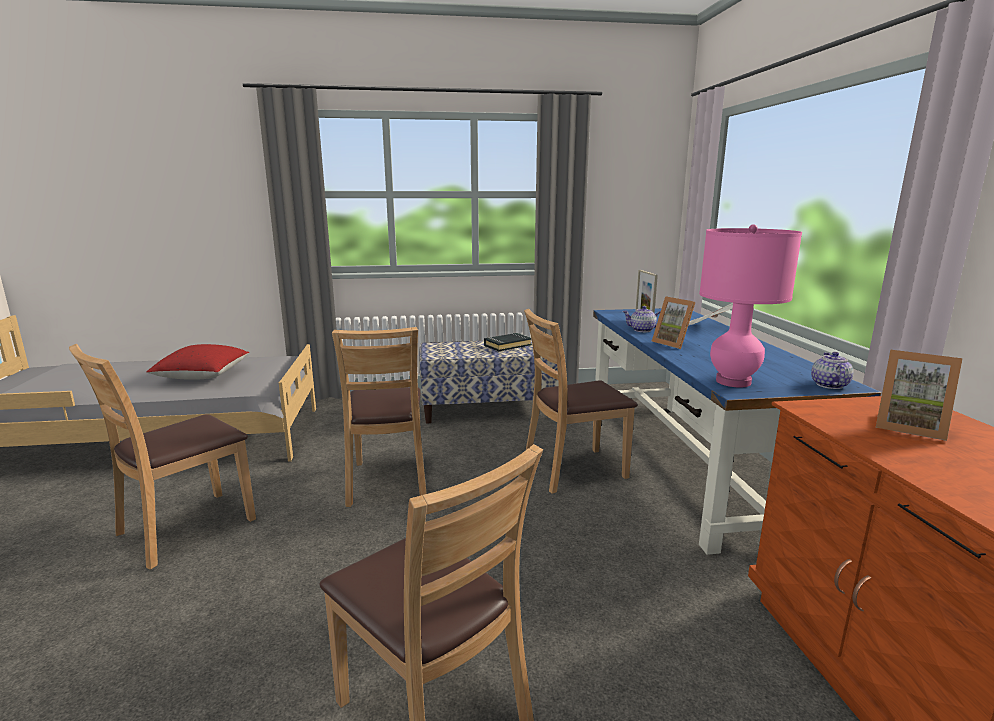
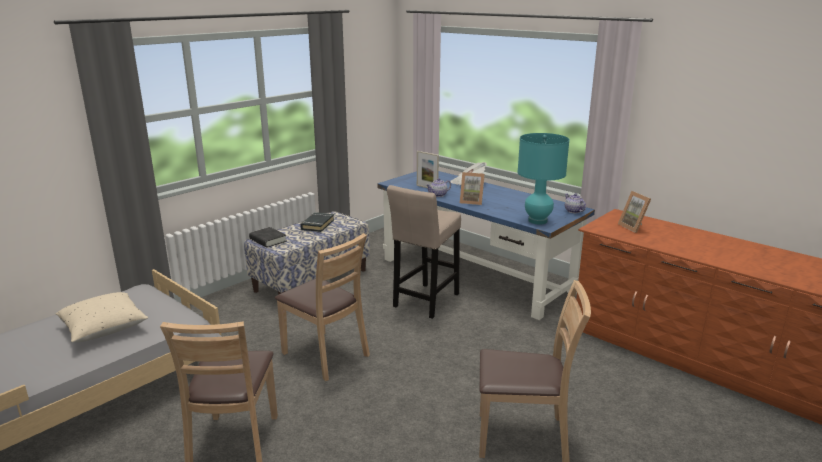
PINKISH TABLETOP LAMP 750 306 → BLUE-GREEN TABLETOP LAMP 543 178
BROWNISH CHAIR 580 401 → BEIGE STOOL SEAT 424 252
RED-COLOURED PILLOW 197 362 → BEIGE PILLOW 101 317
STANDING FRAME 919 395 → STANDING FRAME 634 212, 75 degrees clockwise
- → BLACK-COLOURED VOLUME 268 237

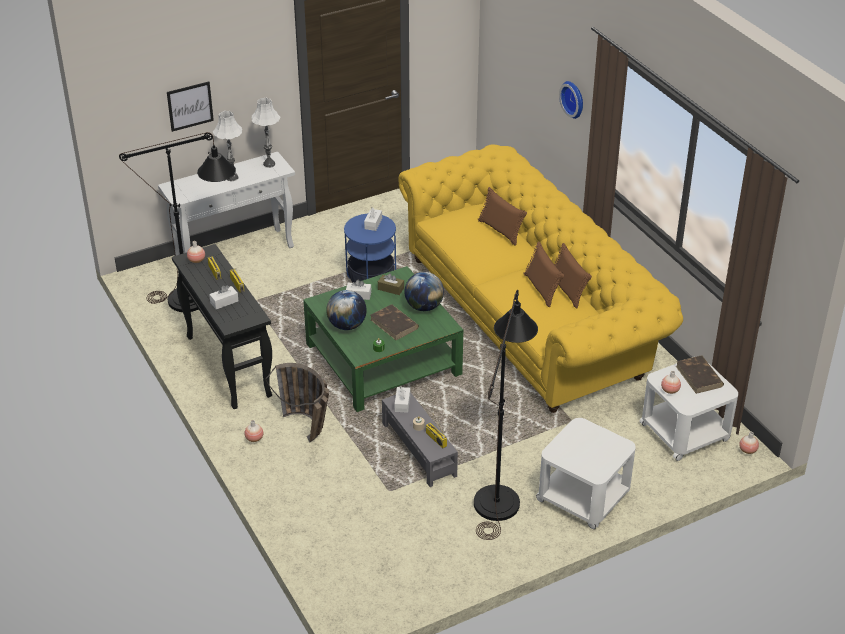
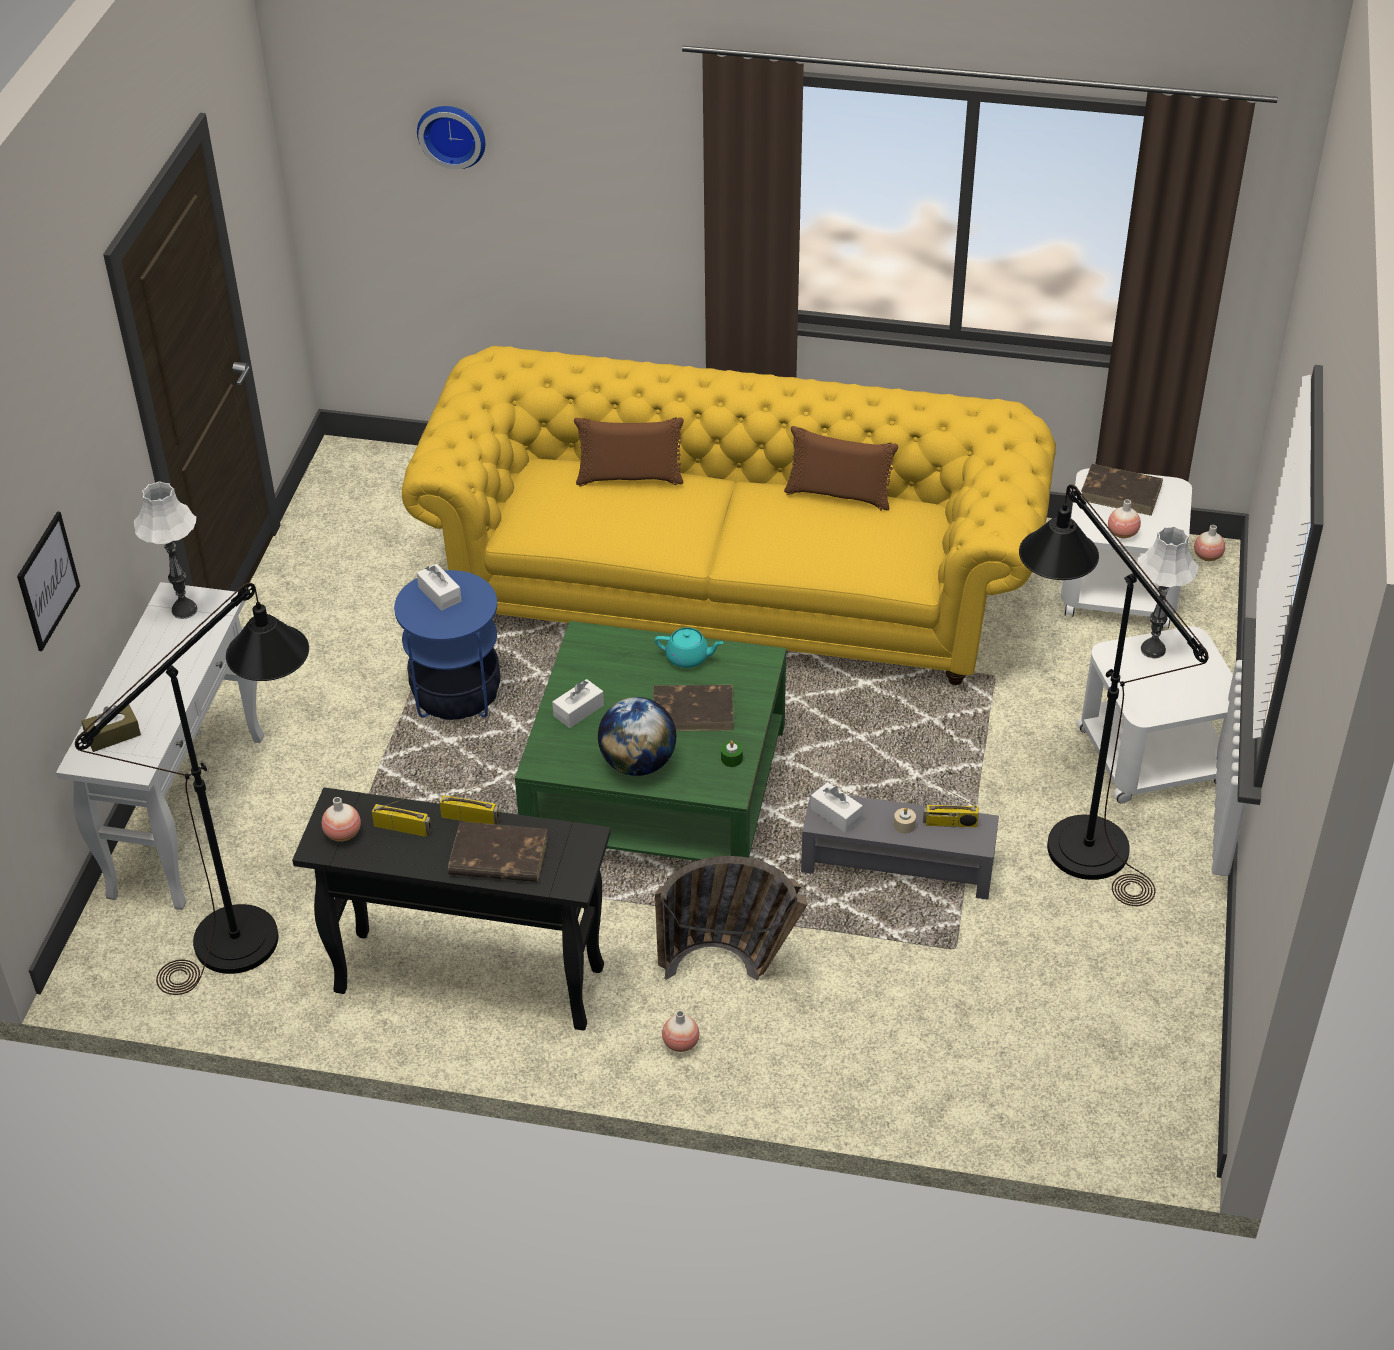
CLOCK ON THE WALL 571 100 → CLOCK ON THE WALL 451 137, moved
WHITE TABLETOP LAMP 227 146 → WHITE TABLETOP LAMP 1168 592, moved
BROWNISH PILLOW 543 274 → -
DESK GLOBE 424 291 → BLUE-GREEN TEAPOT 689 647
BROWNISH TISSUE BOX 391 284 → BROWNISH TISSUE BOX 111 728, moved
WHITE TISSUE BOX 224 297 → BROWNISH VOLUME 498 851

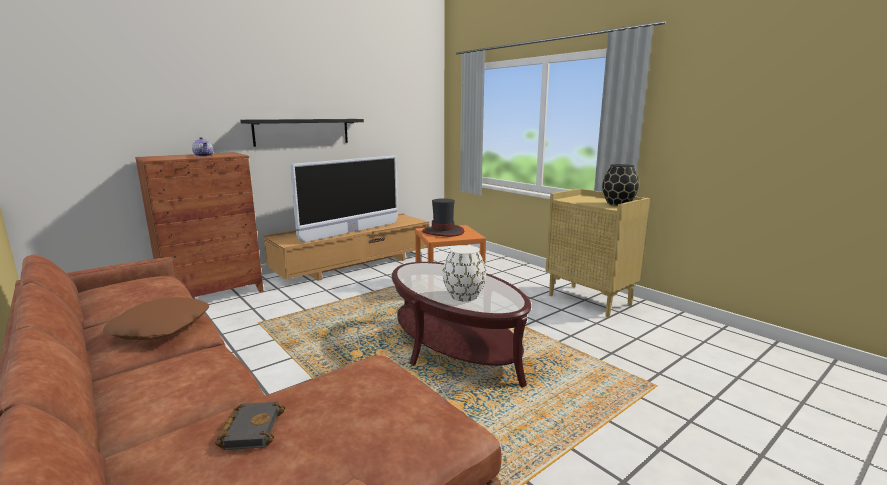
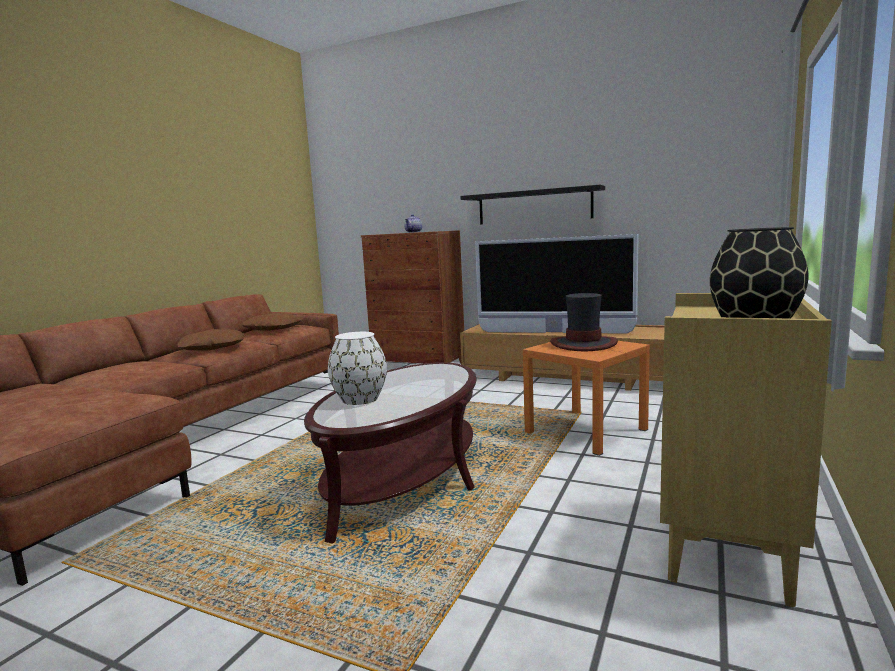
BLACK-COLOURED VOLUME 250 426 → -
- → BROWNISH PILLOW 272 322

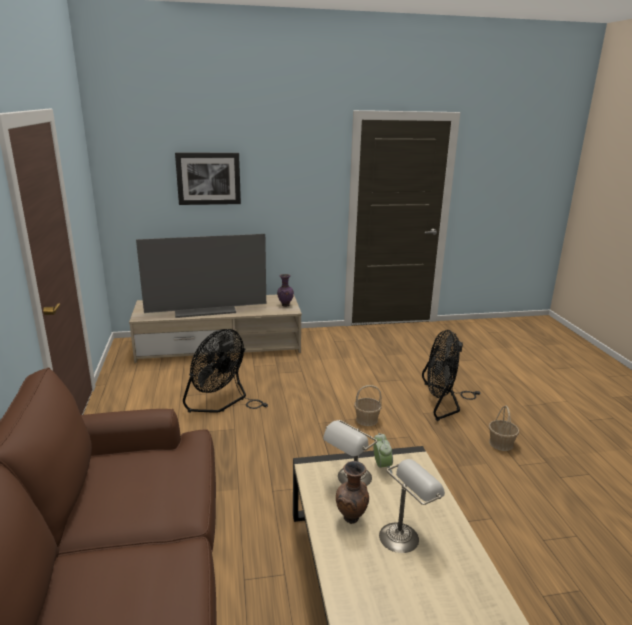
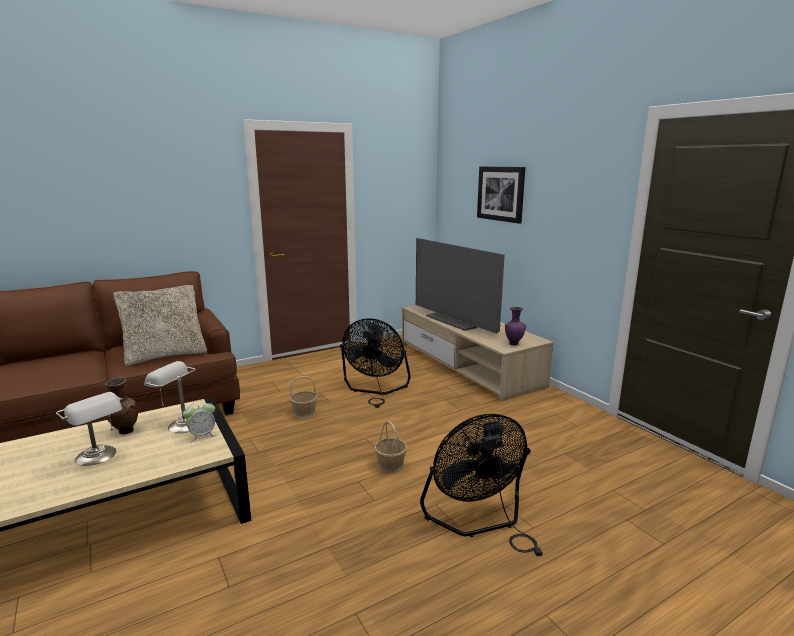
BASKET 504 428 → BASKET 303 397, moved
- → BEIGE PILLOW 160 325

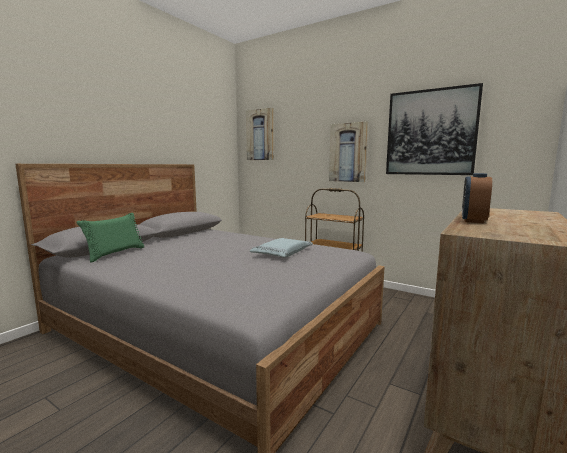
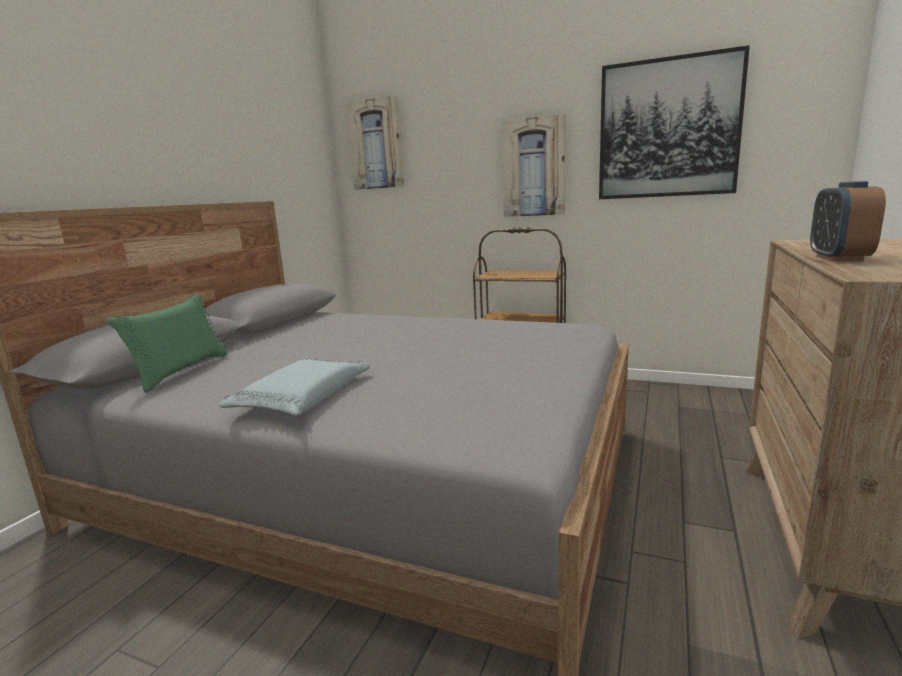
BLUISH PILLOW 281 248 → BLUISH PILLOW 294 387, moved

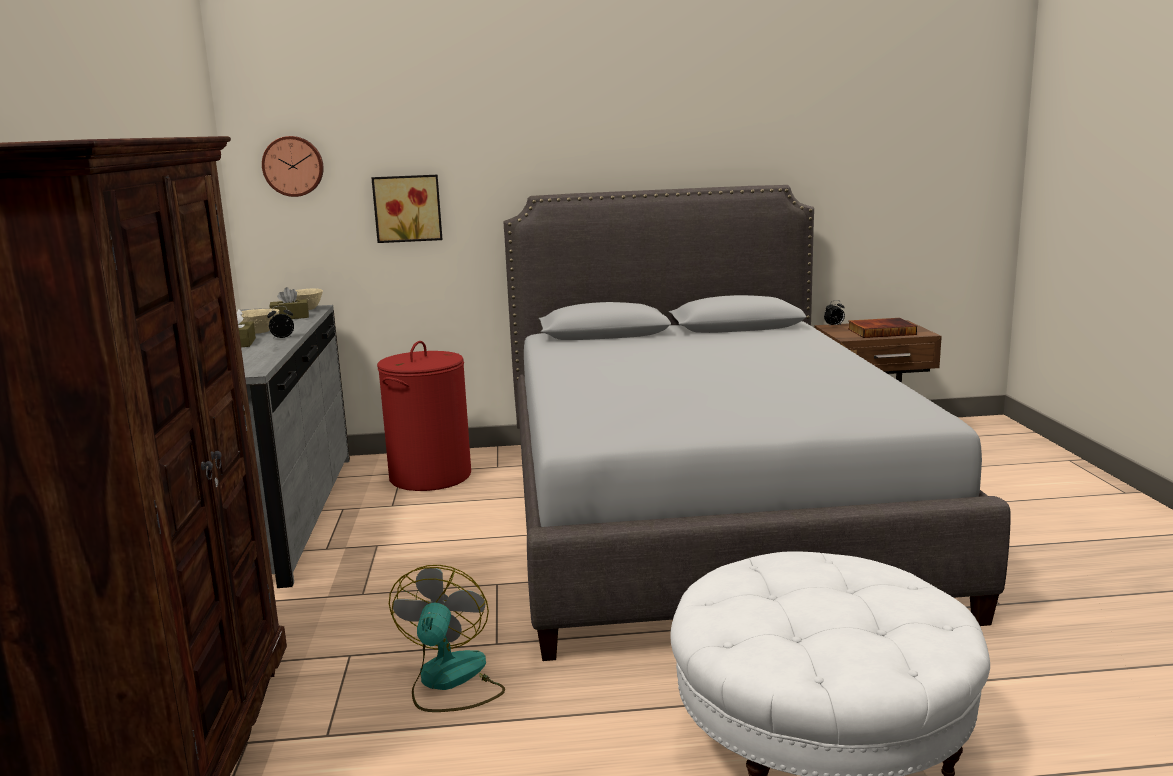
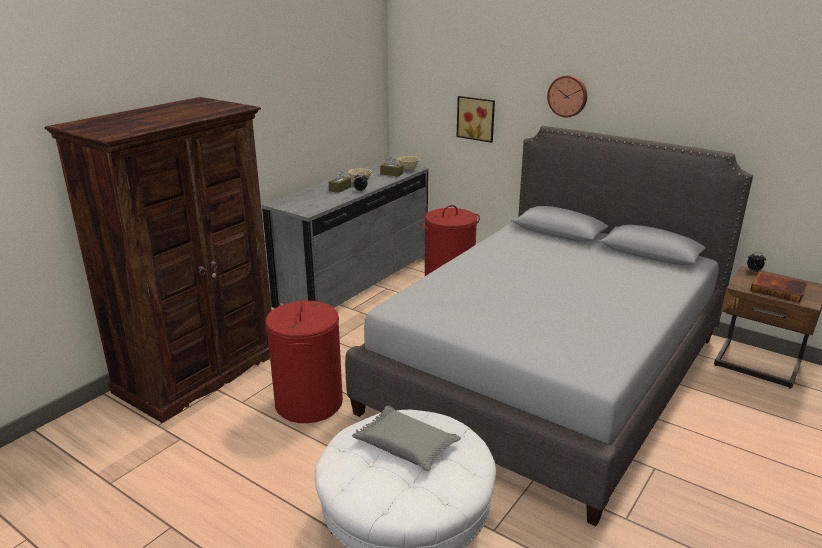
CLOCK ON THE WALL 293 166 → CLOCK ON THE WALL 567 96, moved
COOLING FAN 447 638 → RED-COLOURED HAMPER 304 361
- → GRAY PILLOW 406 438

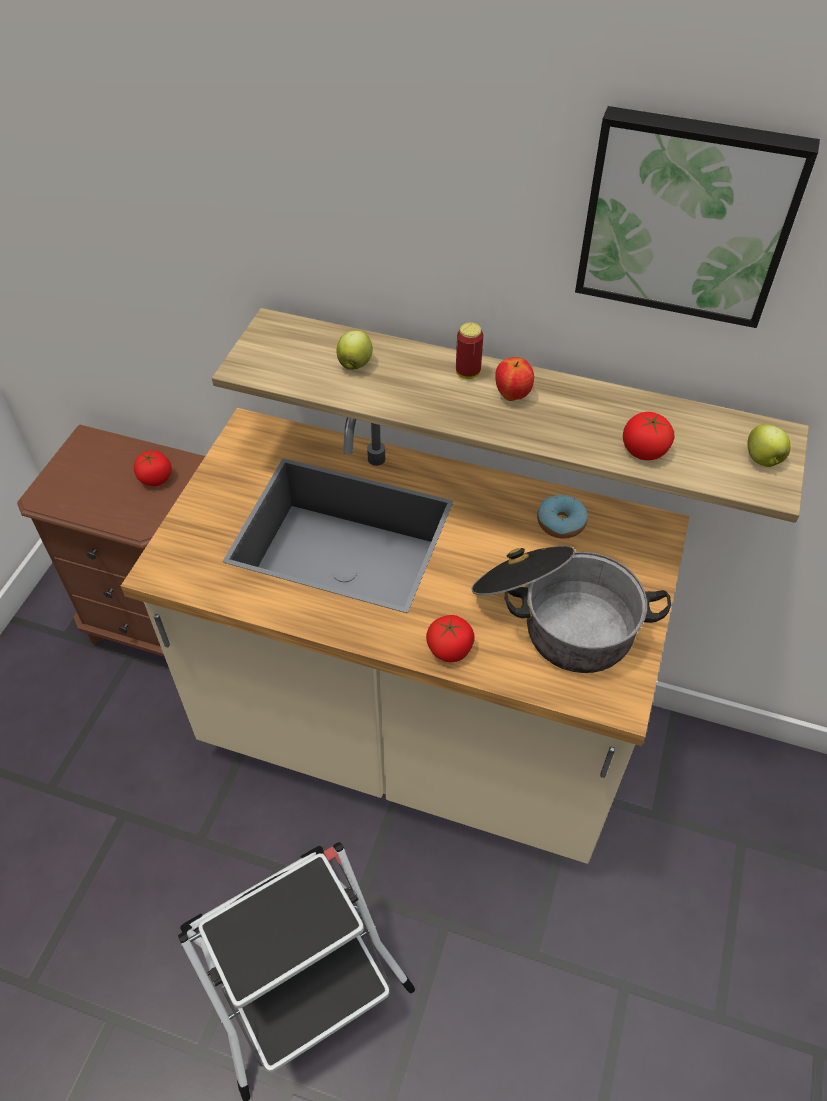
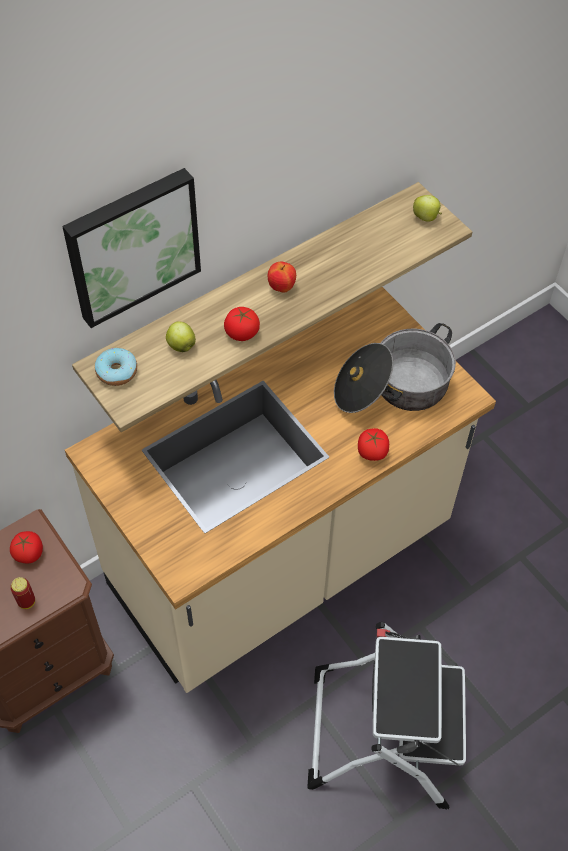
WALL PICTURE 697 217 → WALL PICTURE 131 248, moved
CAN 469 350 → CAN 22 593, moved
WHOLE TOMATO 648 436 → WHOLE TOMATO 242 324, moved
DOUGHNUT 562 516 → DOUGHNUT 116 367, moved

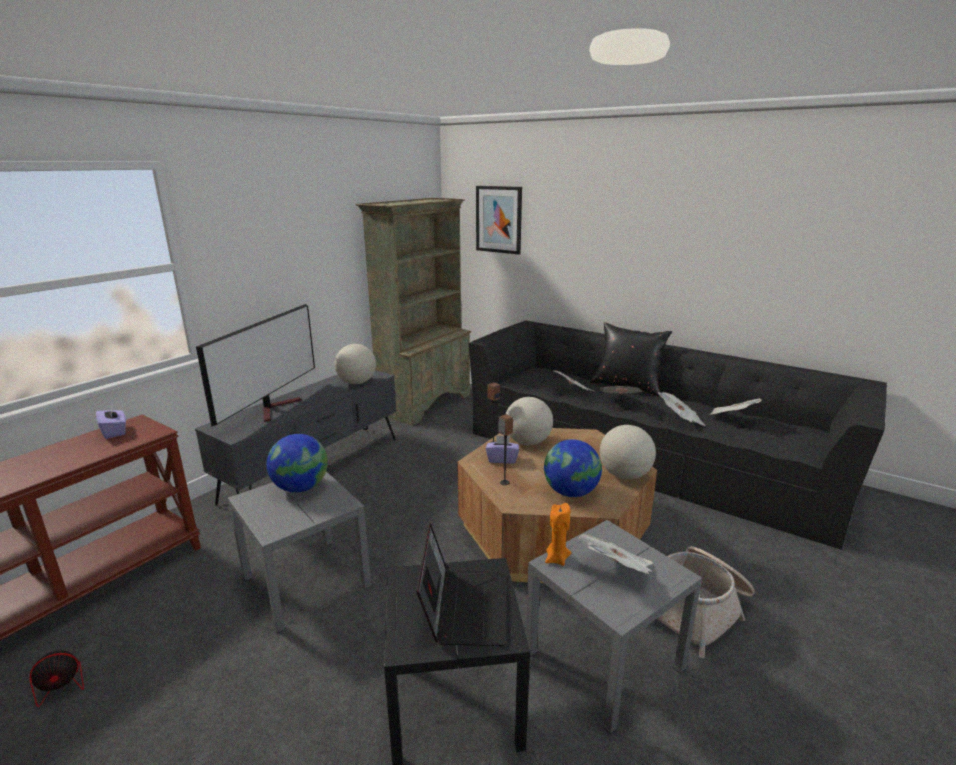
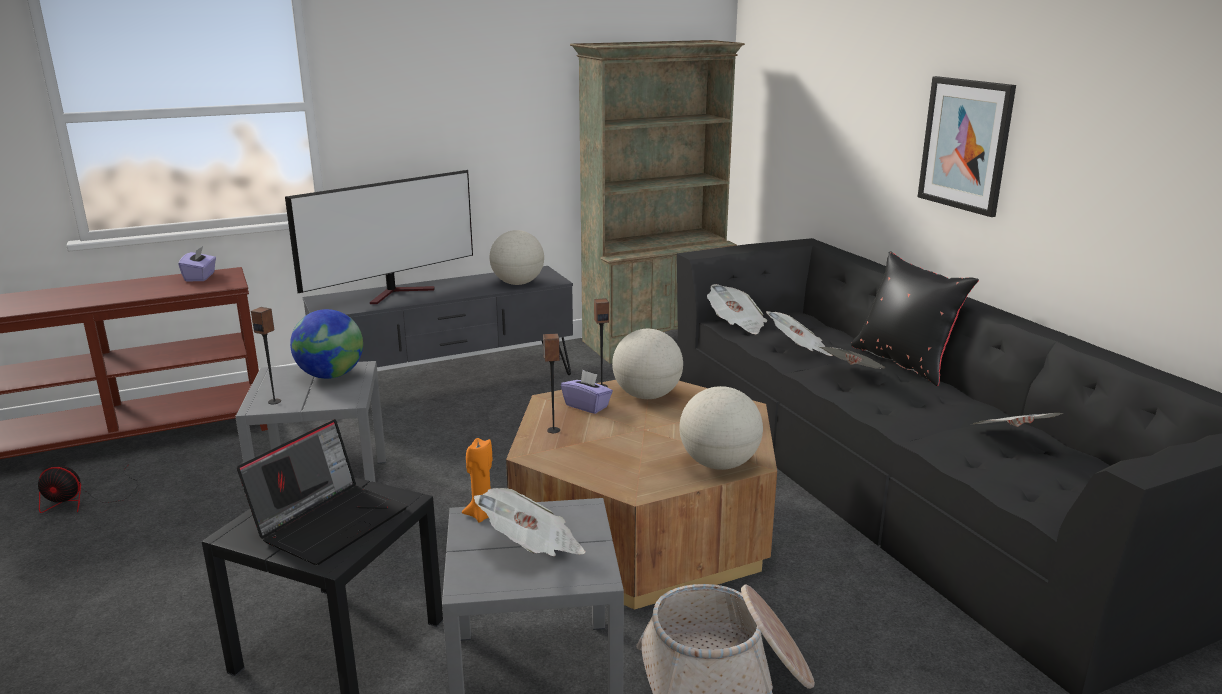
WALL PICTURE 499 220 → WALL PICTURE 967 146, moved
DAILY PAPER 682 409 → DAILY PAPER 737 309, moved
DESK GLOBE 573 468 → -
- → SPEAKER 266 355

